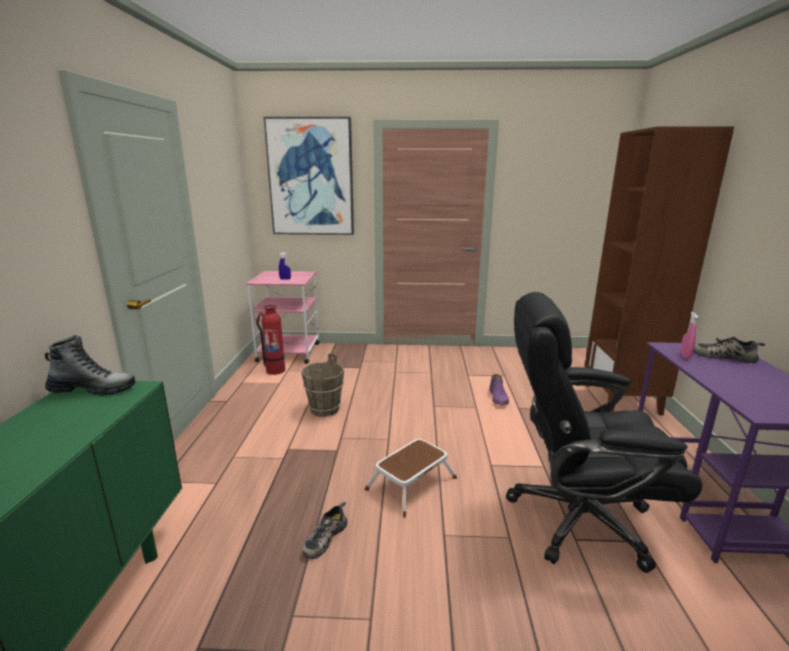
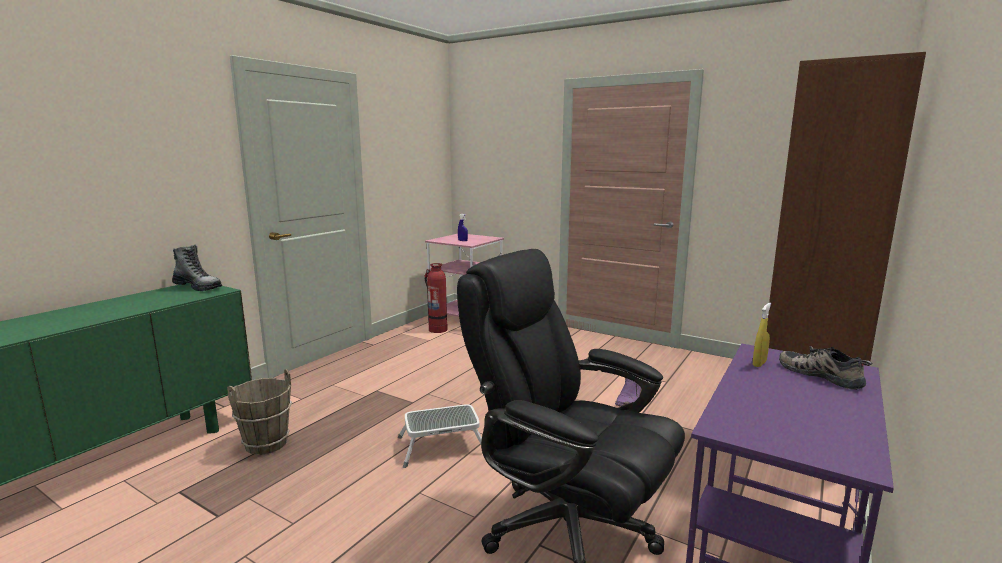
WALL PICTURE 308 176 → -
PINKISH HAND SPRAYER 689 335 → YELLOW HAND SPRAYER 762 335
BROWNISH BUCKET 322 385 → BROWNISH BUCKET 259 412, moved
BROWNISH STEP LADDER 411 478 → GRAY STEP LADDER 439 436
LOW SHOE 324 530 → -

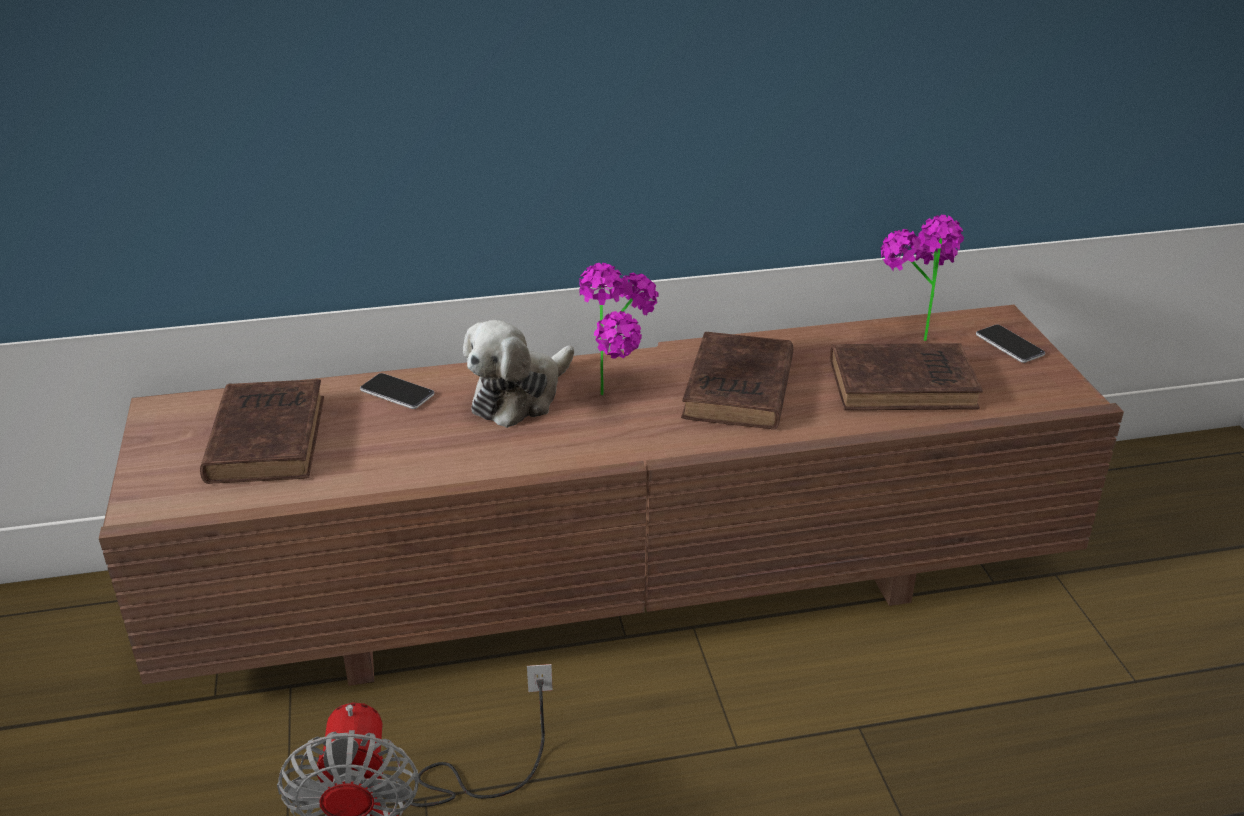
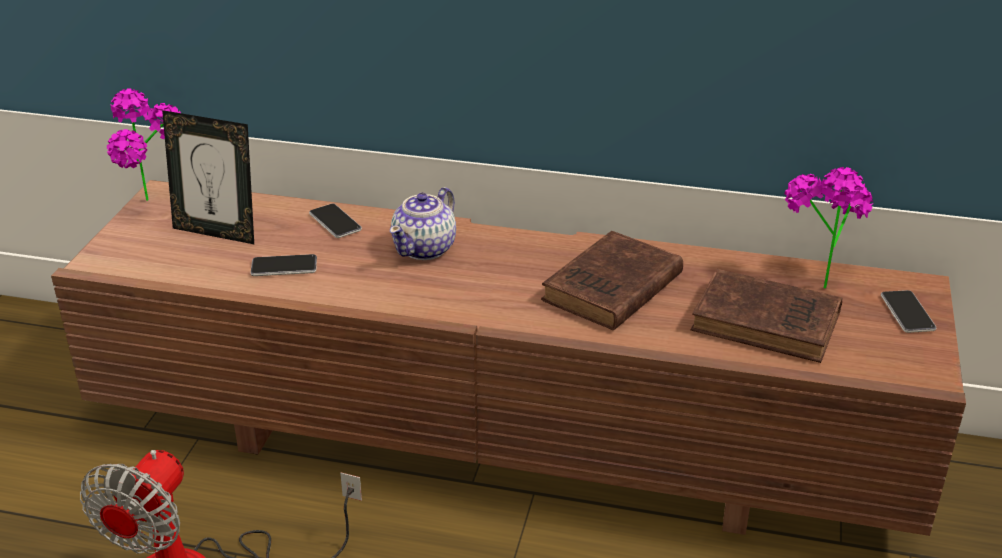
HOUSEPLANT 618 329 → HOUSEPLANT 144 144, moved
CUDDLY TOY 518 374 → TEAPOT 423 223
BROWNISH VOLUME 262 431 → STANDING FRAME 208 177
- → TELEPHONE 284 265

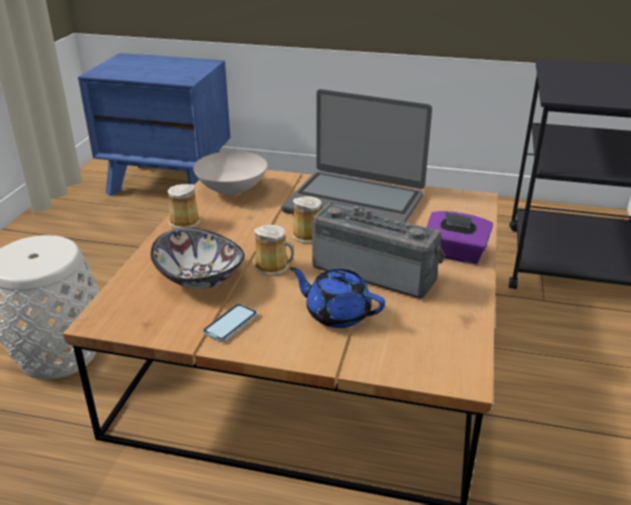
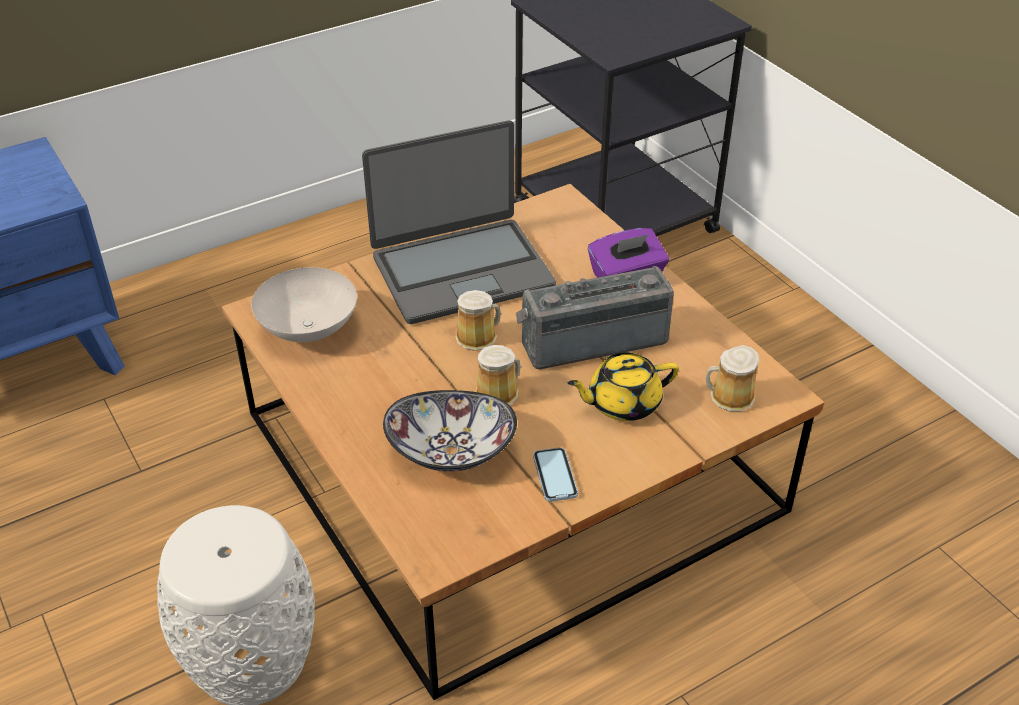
COFFEE MUG 184 206 → COFFEE MUG 732 378, moved
BLUISH TEAPOT 337 297 → YELLOW TEAPOT 623 386

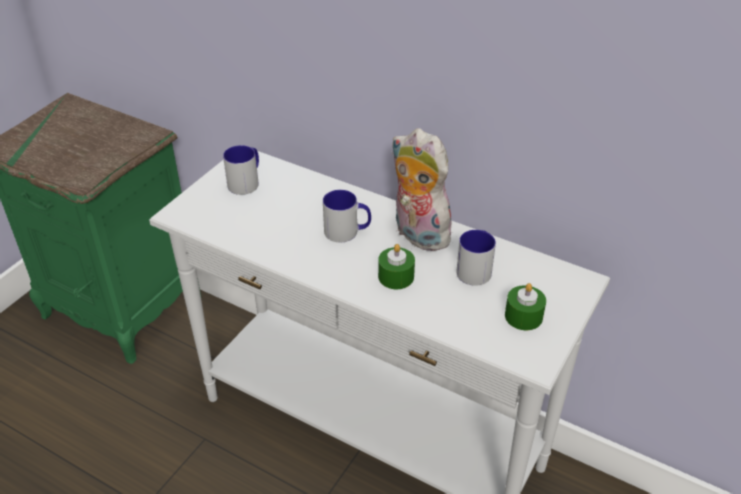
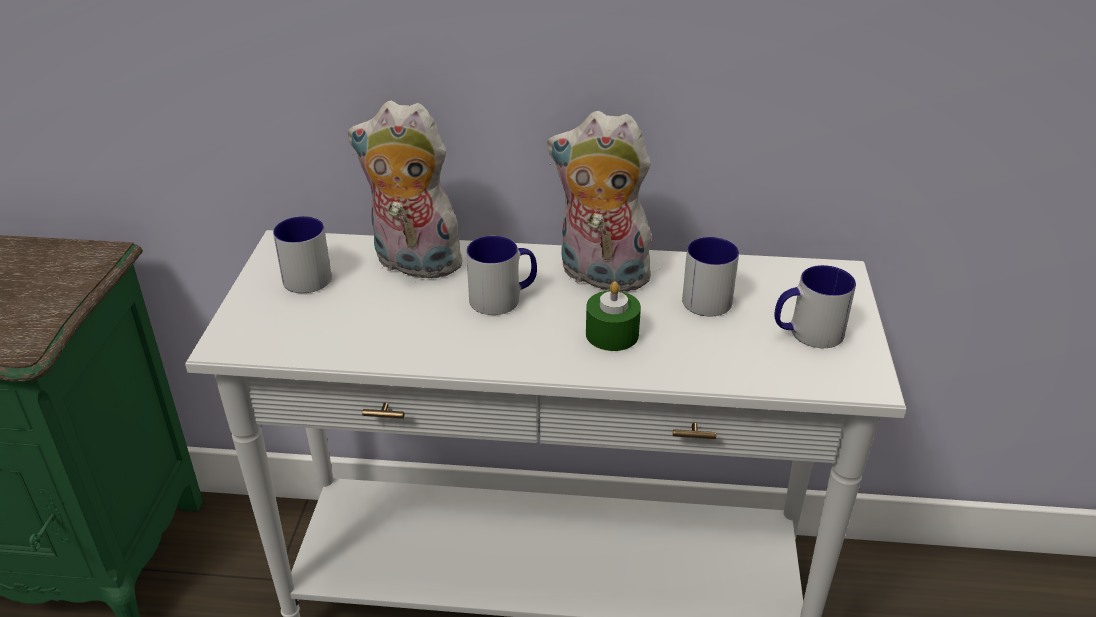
GREEN WAX LIGHT 525 306 → COFFEE MUG 815 306
- → CUDDLY TOY 407 190

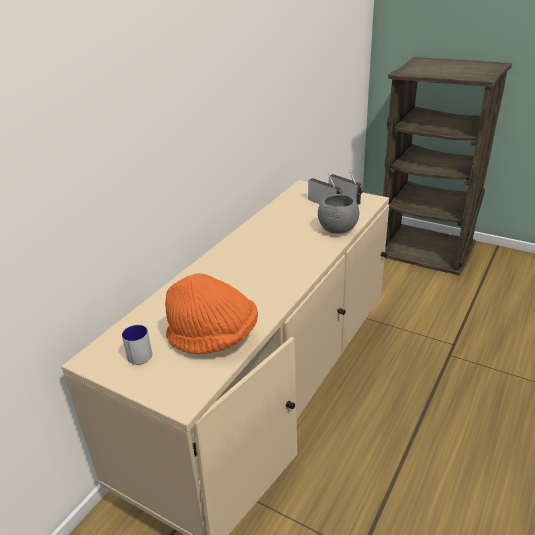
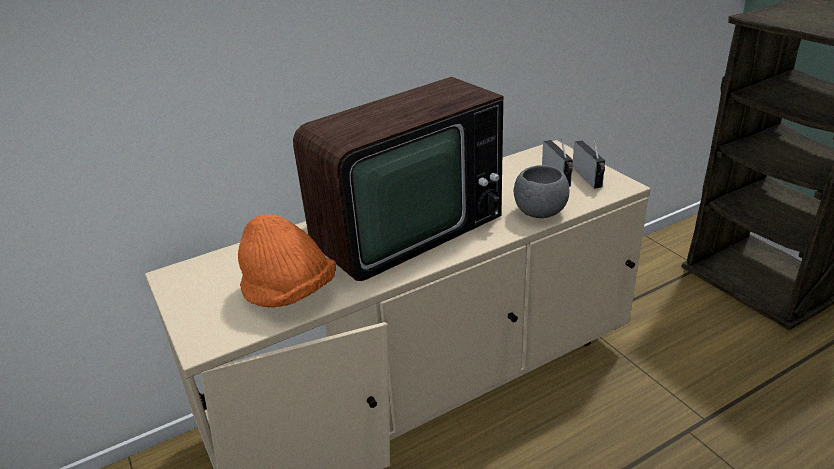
COFFEE MUG 137 345 → -
- → TV 398 179

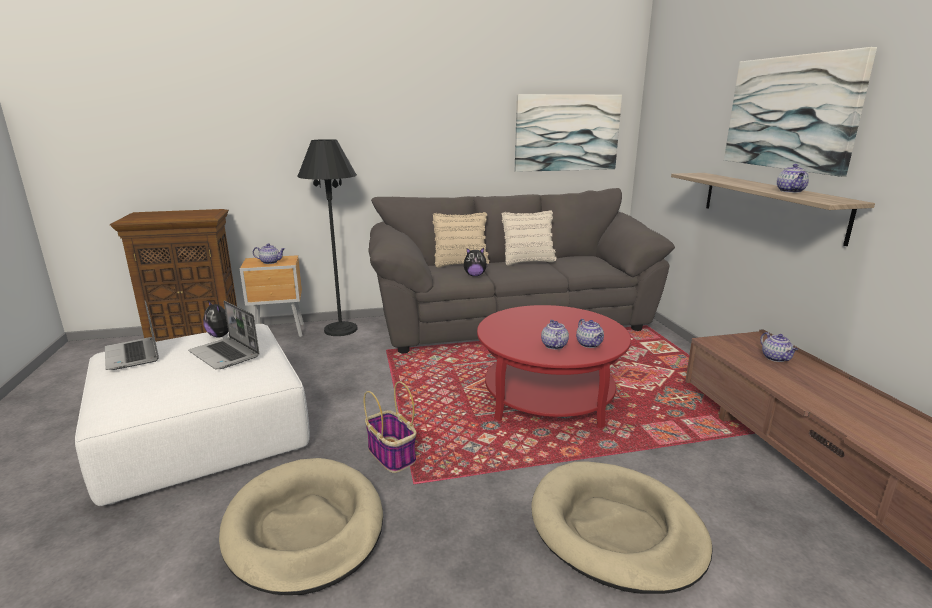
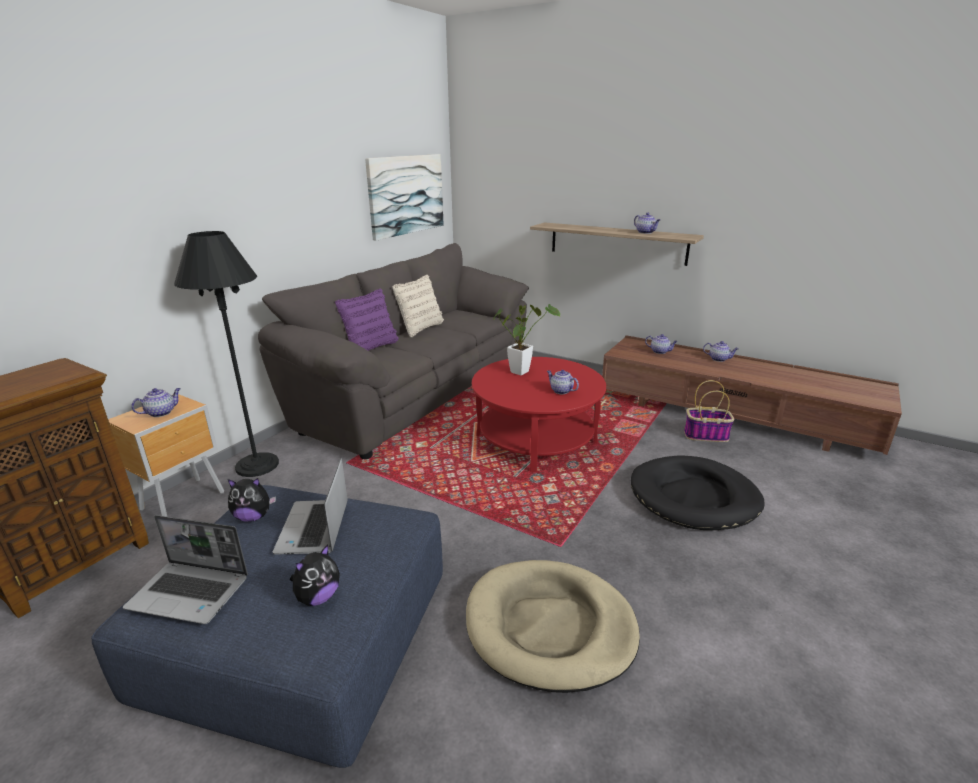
WALL PICTURE 800 112 → -
BEIGE PILLOW 461 240 → PURPLE-COLOURED PILLOW 367 320
CUDDLY TOY 476 262 → CUDDLY TOY 315 575, moved
PORTABLE COMPUTER 224 334 → PORTABLE COMPUTER 310 506, 90 degrees clockwise
TEAPOT 590 333 → TEAPOT 721 351, moved
WHITE FOOTREST 192 415 → BLUISH FOOTREST 267 626
BASKET 390 427 → BASKET 709 411, moved
BEIGE PET BED 622 527 → BLACK-COLOURED PET BED 698 492
- → HOUSEPLANT 526 339

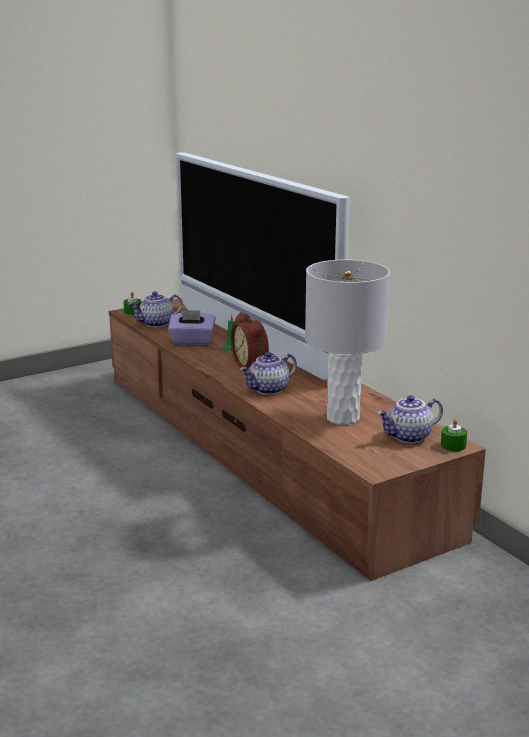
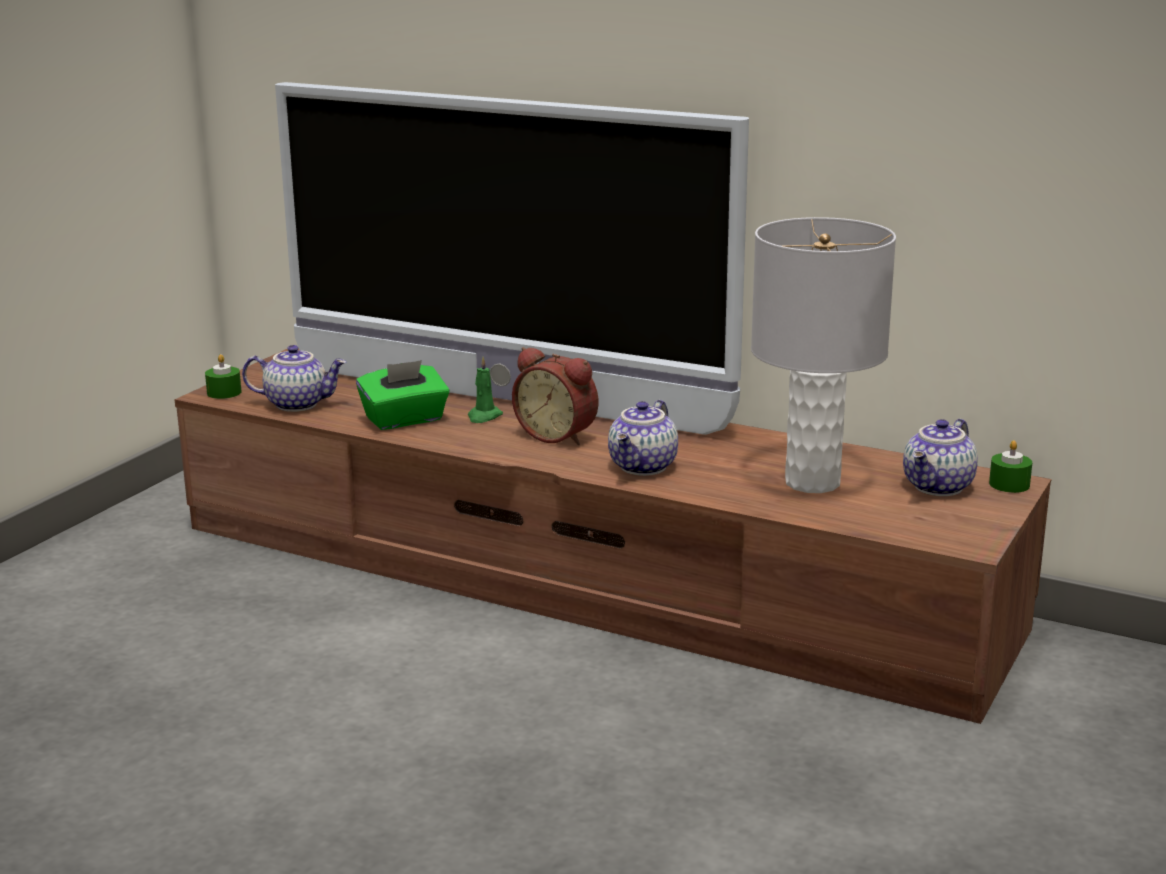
TEAPOT 155 309 → TEAPOT 294 378, 120 degrees counterclockwise
PURPLE-COLOURED TISSUE BOX 192 327 → GREEN TISSUE BOX 403 395

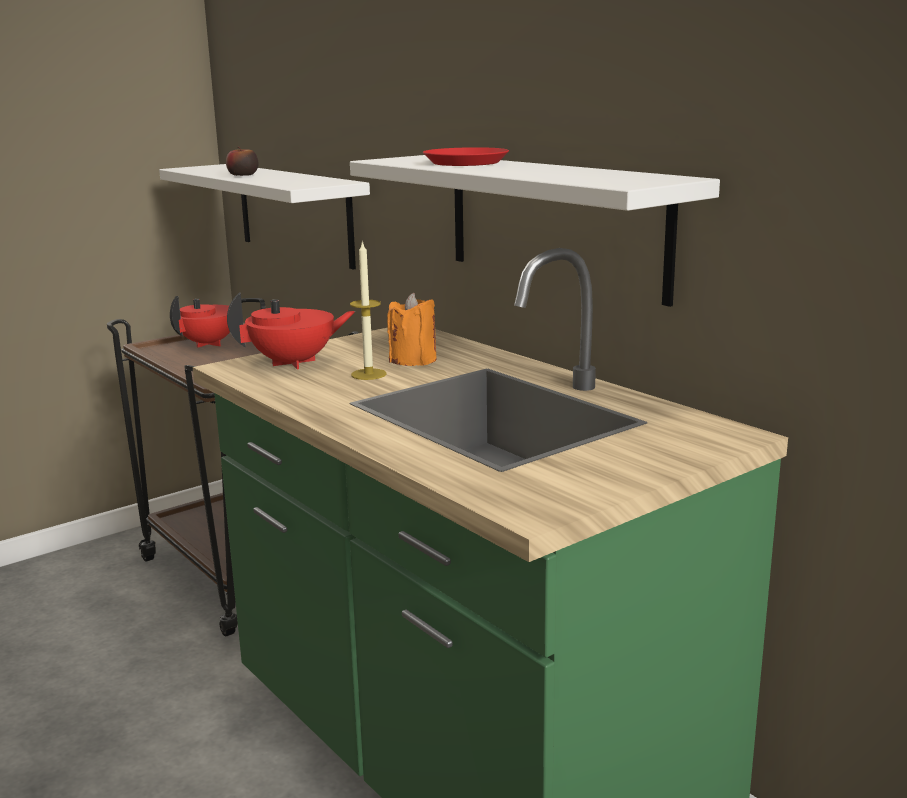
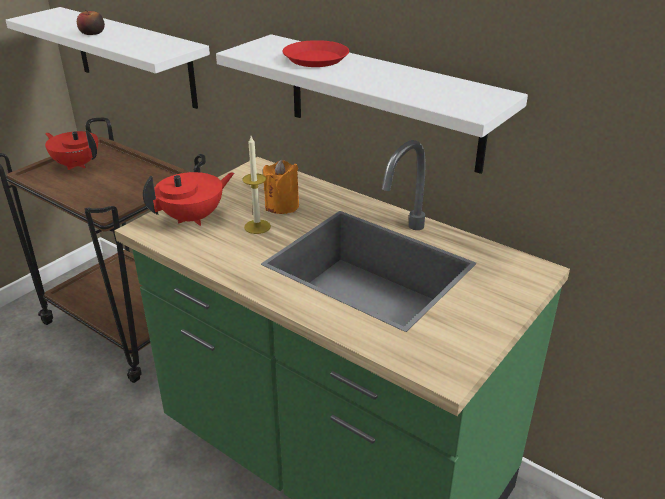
RED-COLOURED TEAPOT 200 322 → RED-COLOURED TEAPOT 71 150, 75 degrees counterclockwise

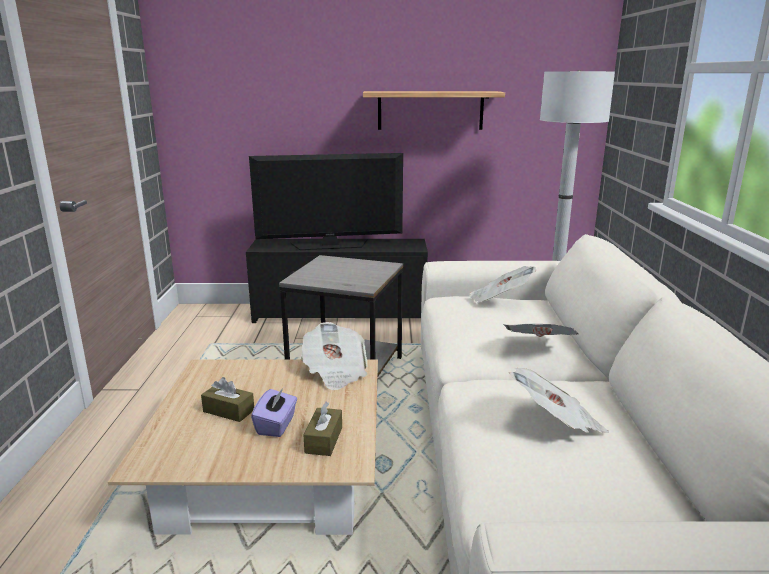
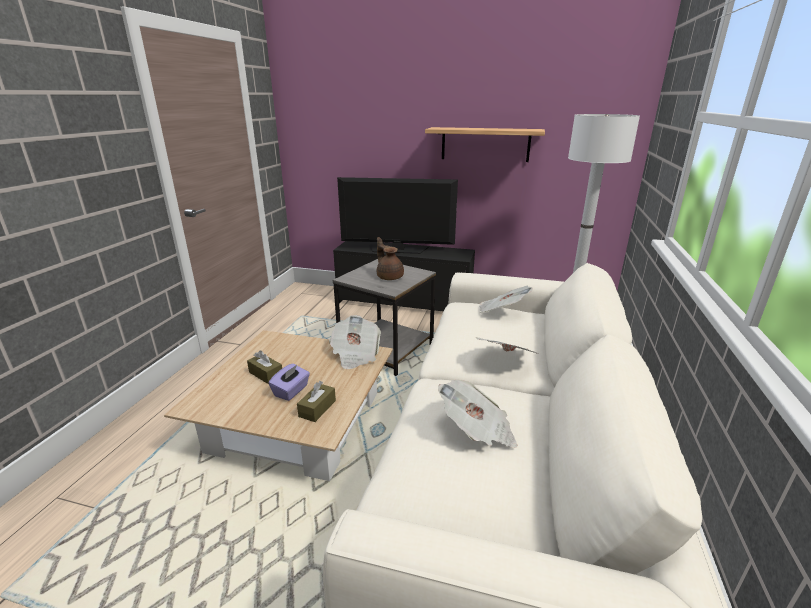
- → BROWNISH TEAPOT 390 258

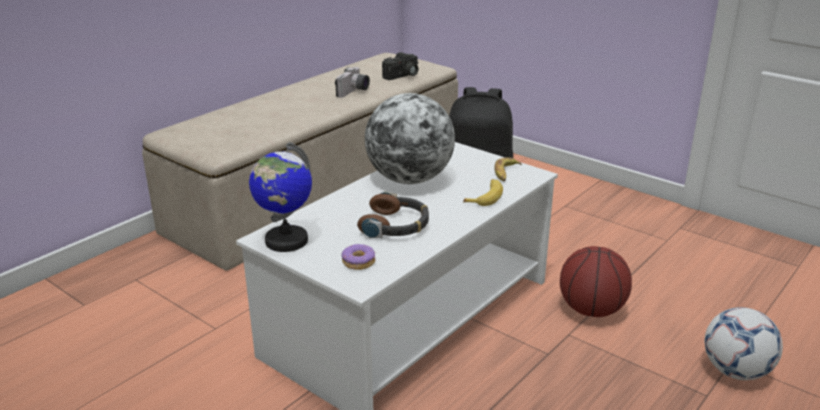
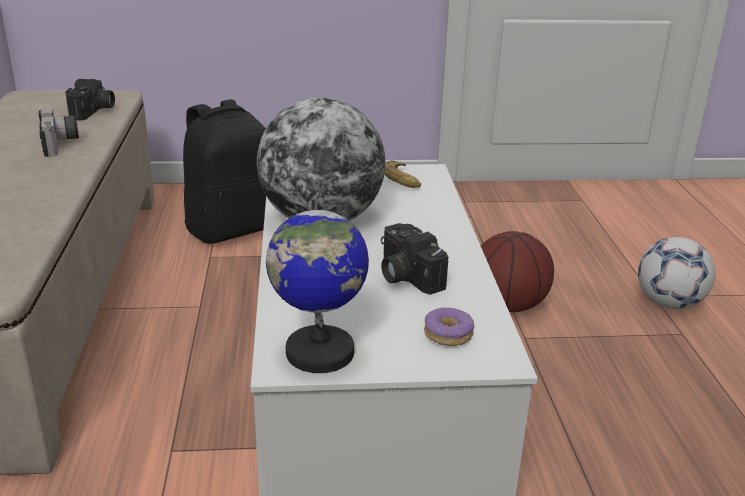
BANANA FRUIT 483 192 → -
PAIR OF HEADPHONES 393 215 → PHOTO CAMERA 414 259

